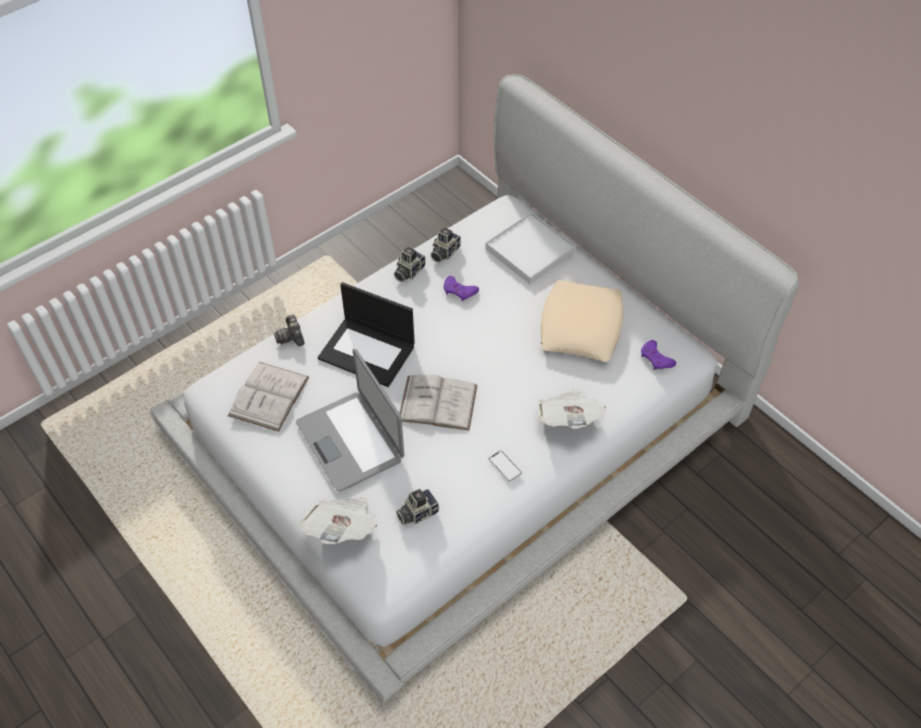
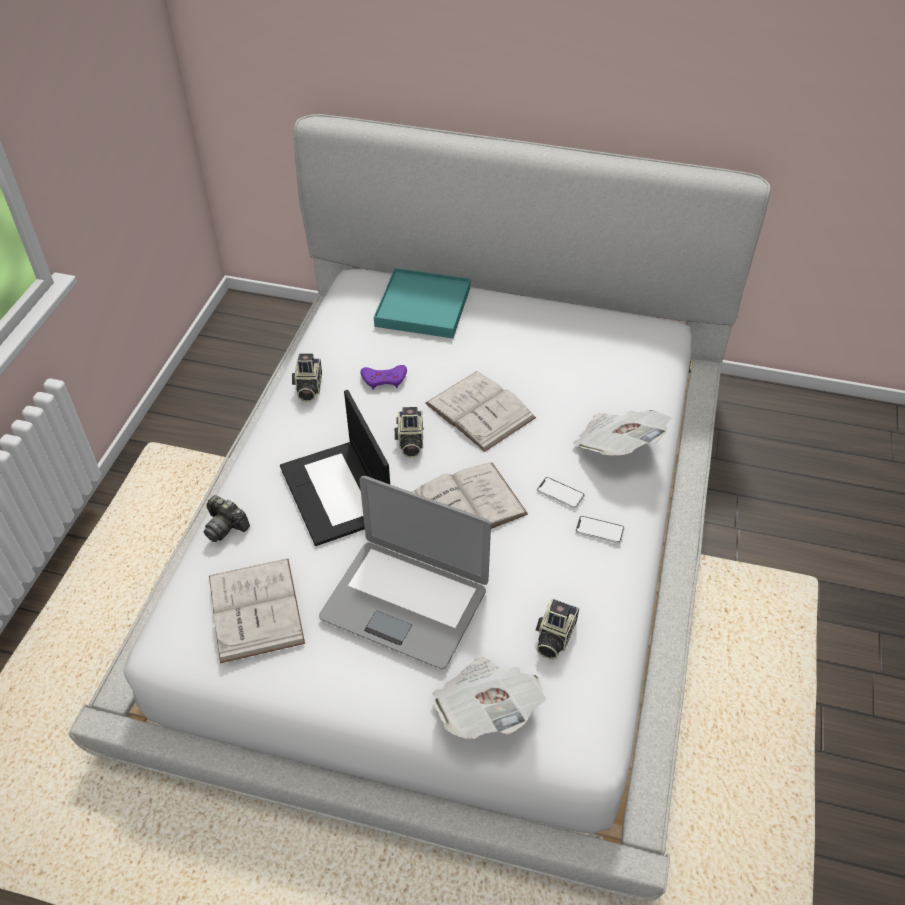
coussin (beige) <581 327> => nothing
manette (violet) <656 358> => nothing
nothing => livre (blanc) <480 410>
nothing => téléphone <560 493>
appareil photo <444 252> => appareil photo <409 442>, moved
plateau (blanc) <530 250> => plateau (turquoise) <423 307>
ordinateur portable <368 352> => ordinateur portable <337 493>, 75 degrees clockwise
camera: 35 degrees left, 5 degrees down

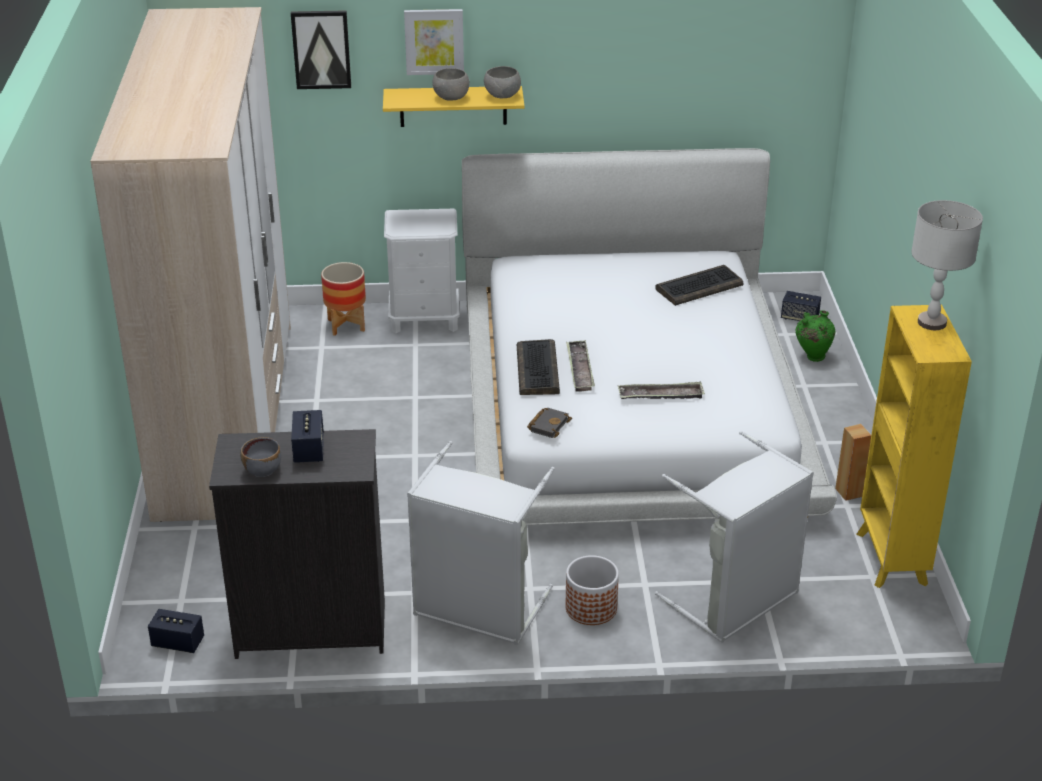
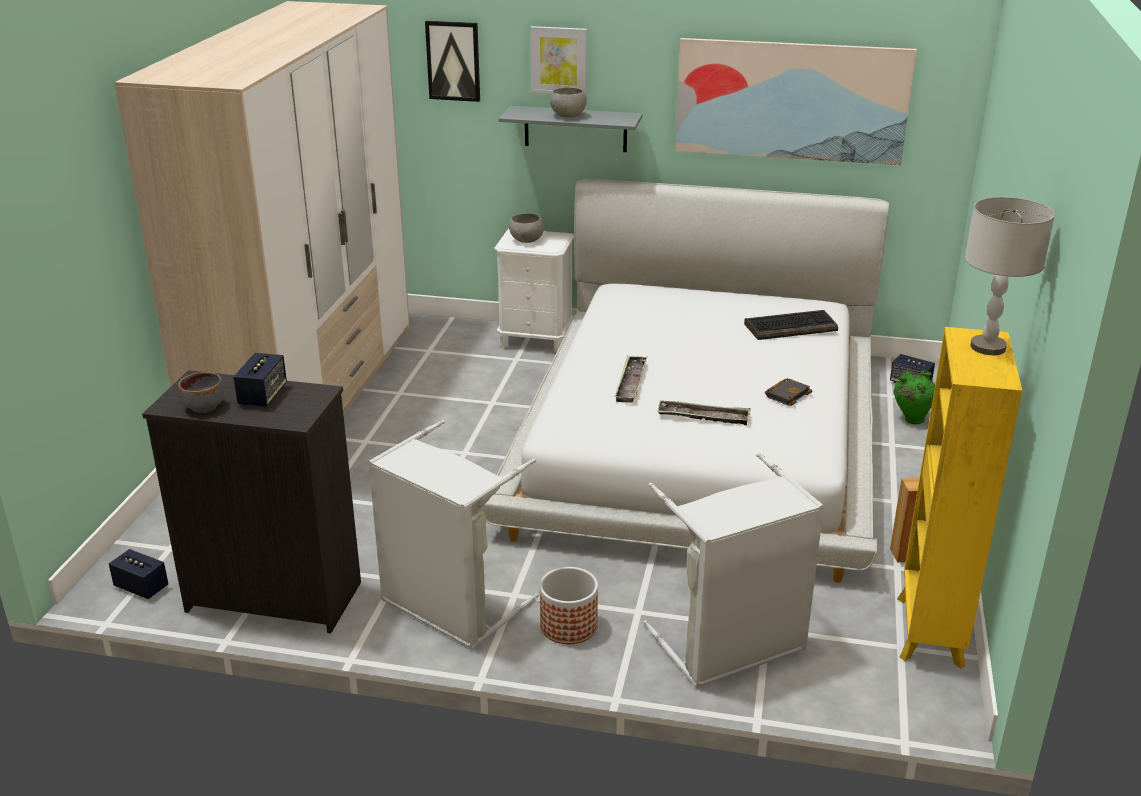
cache-pot <346 325> => nothing
clavier <538 370> => nothing
nothing => tableau <791 101>
bol (gris) <503 96> => bol (gris) <527 241>, moved
livre (noir) <548 425> => livre (noir) <787 394>, moved
étagère (jaune) <453 106> => étagère (gris) <575 129>
camera: 15 degrees right, 5 degrees down

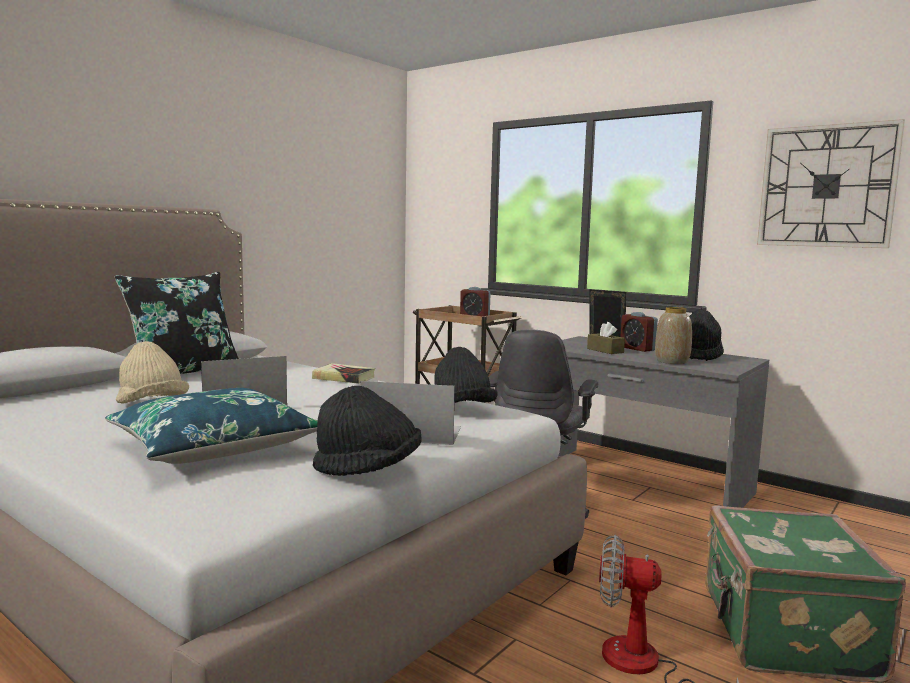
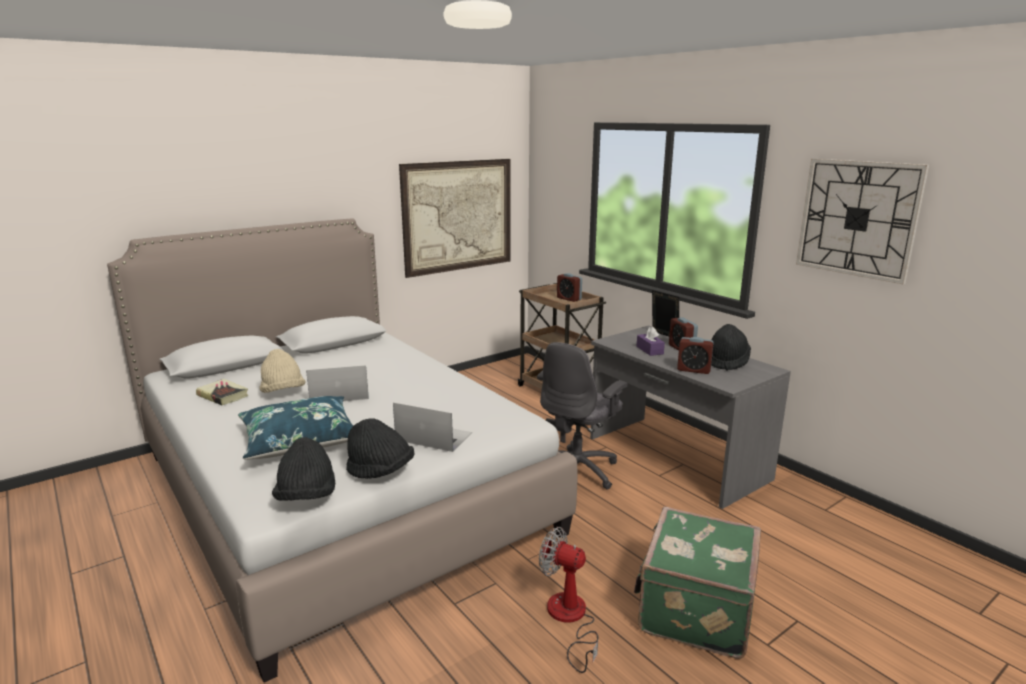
coussin (noir) <184 373> => nothing
nothing => tableau <458 216>
livre <344 378> => livre <223 395>, moved
chapeau (noir) <461 410> => chapeau (noir) <307 497>, moved
vase <672 361> => réveil <693 370>
boîte à mouchoirs (marron) <605 350> => boîte à mouchoirs (violet) <649 350>
camera: 15 degrees right, 10 degrees up

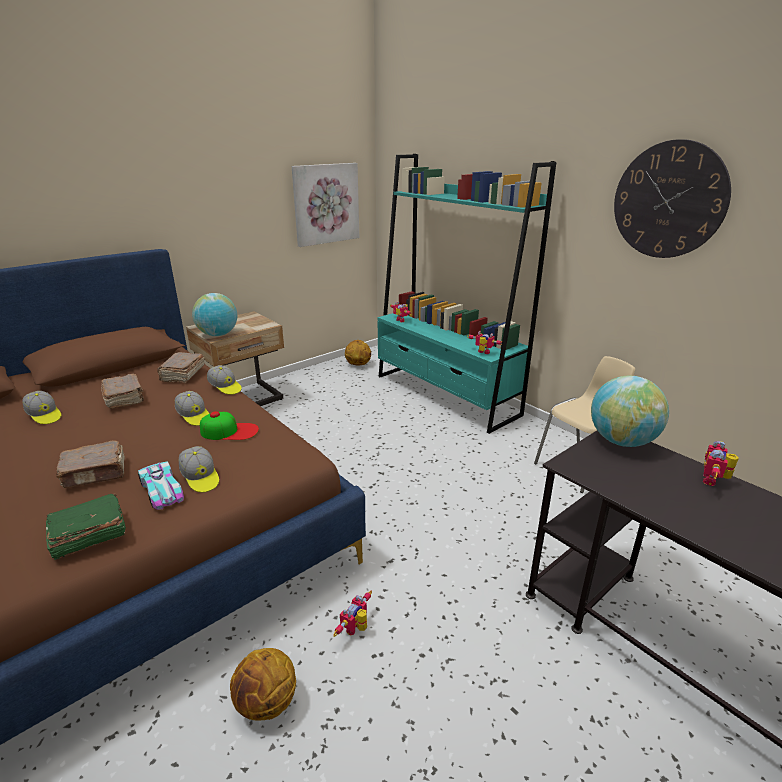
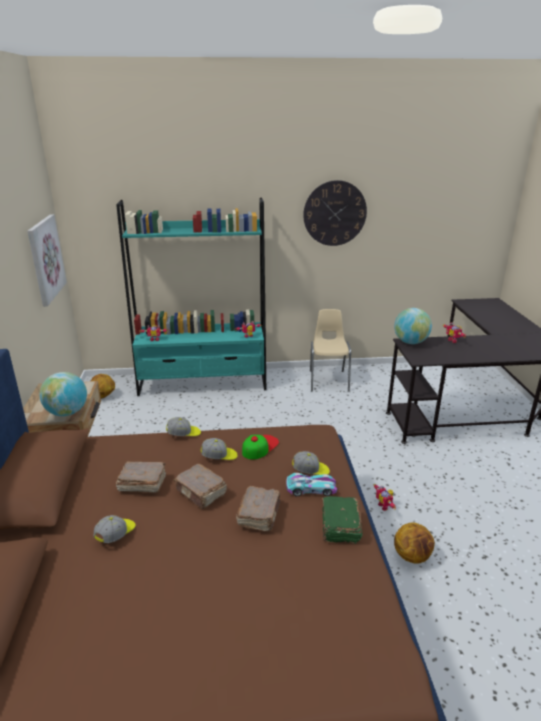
livre (marron) <182 375> => livre (marron) <201 493>, moved
casquette <44 415> => casquette <116 534>, 45 degrees counterclockwise
camera: 55 degrees left, 0 degrees up

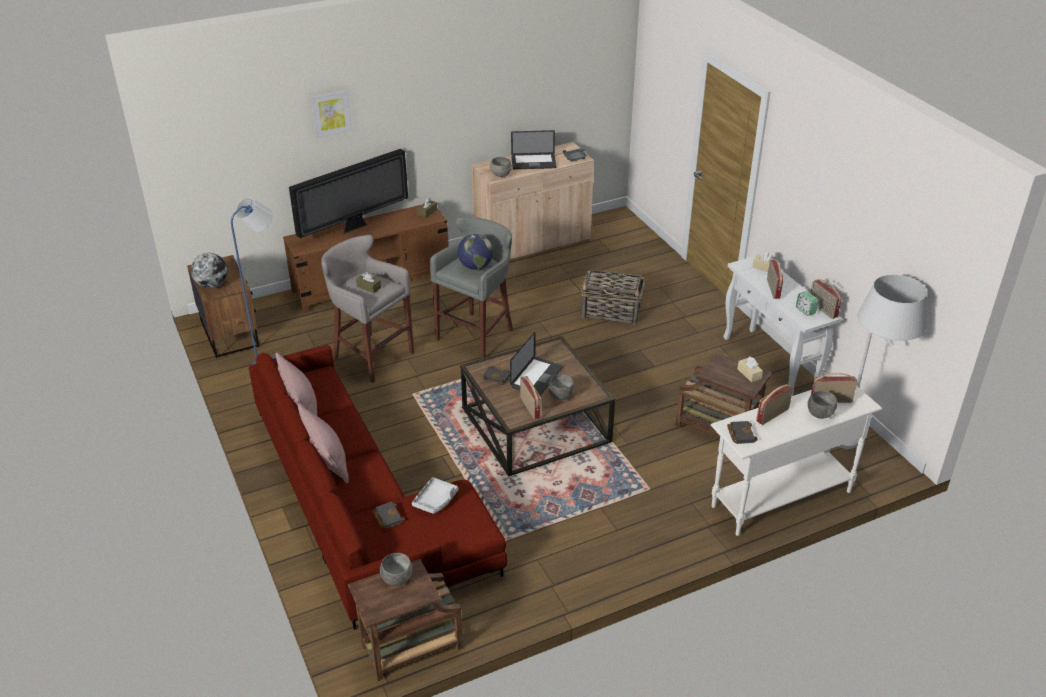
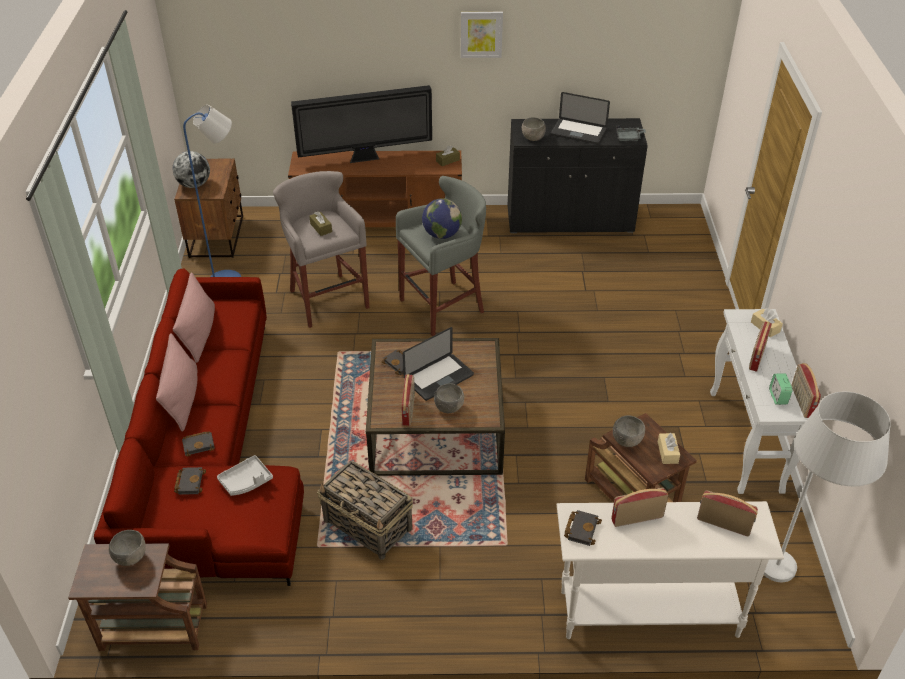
nothing => livre (noir) <199 444>
tableau <331 113> => tableau <481 34>, moved
panier <612 312> => panier <368 525>, moved
bol (gris) <820 414> => bol (gris) <627 441>, moved
meuble de rangement (beige) <532 242> => meuble de rangement (noir) <569 220>
camera: 25 degrees right, 5 degrees up

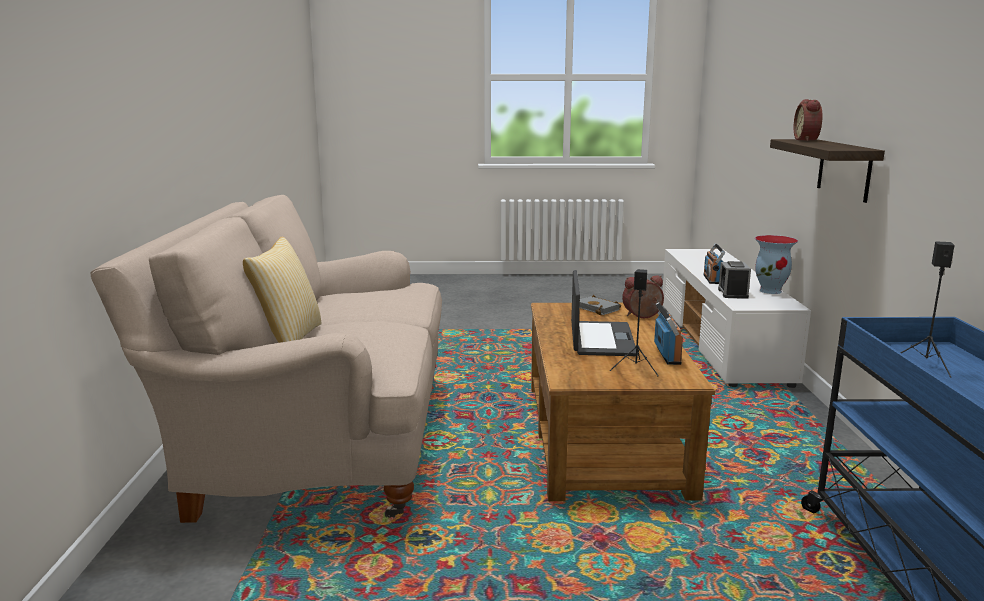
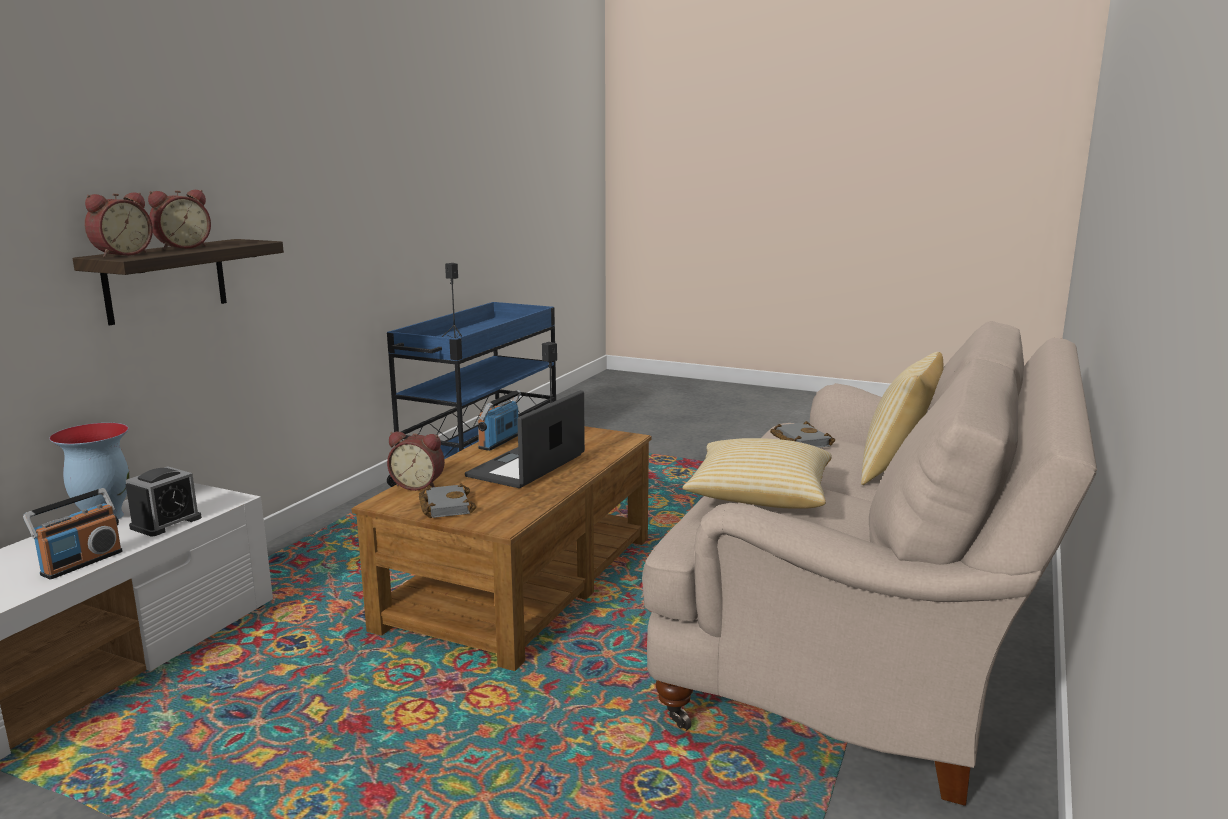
nothing => réveil <182 247>
nothing => coussin <759 497>
nothing => livre (gris) <798 441>
camera: 155 degrees left, 0 degrees up

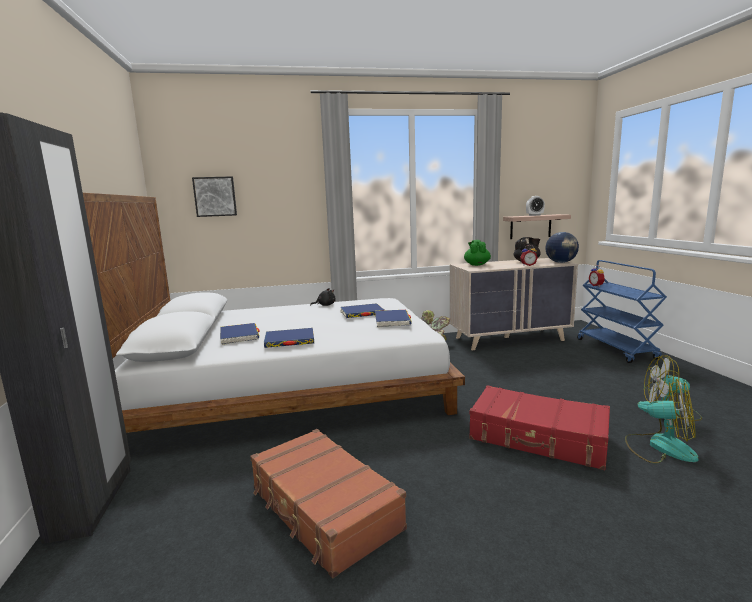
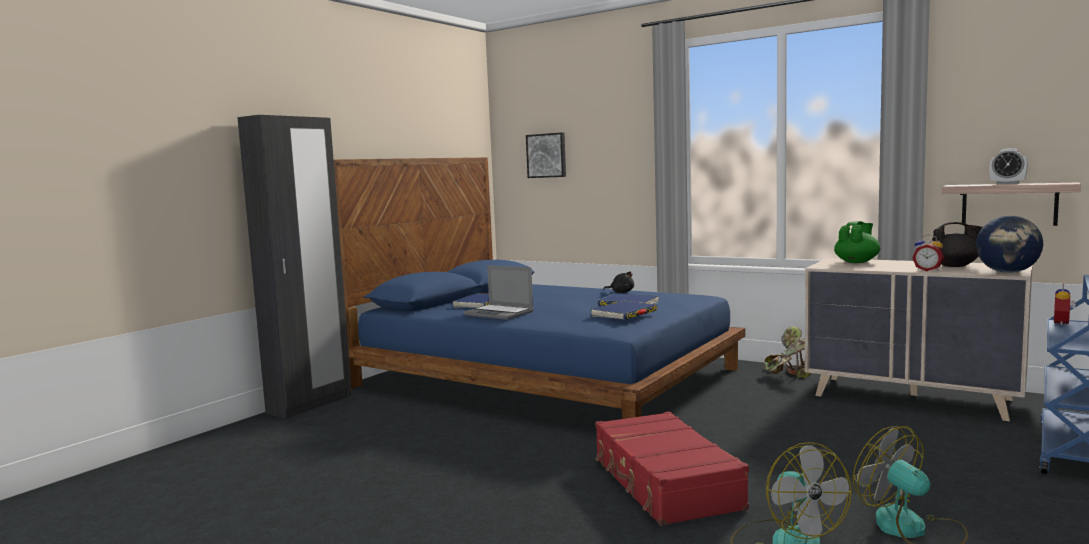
valise (marron) <323 509> => nothing
livre (bleu) <289 341> => ordinateur portable <500 313>
lit (blanc) <294 386> => lit (bleu) <546 377>
camera: 45 degrees right, 5 degrees down

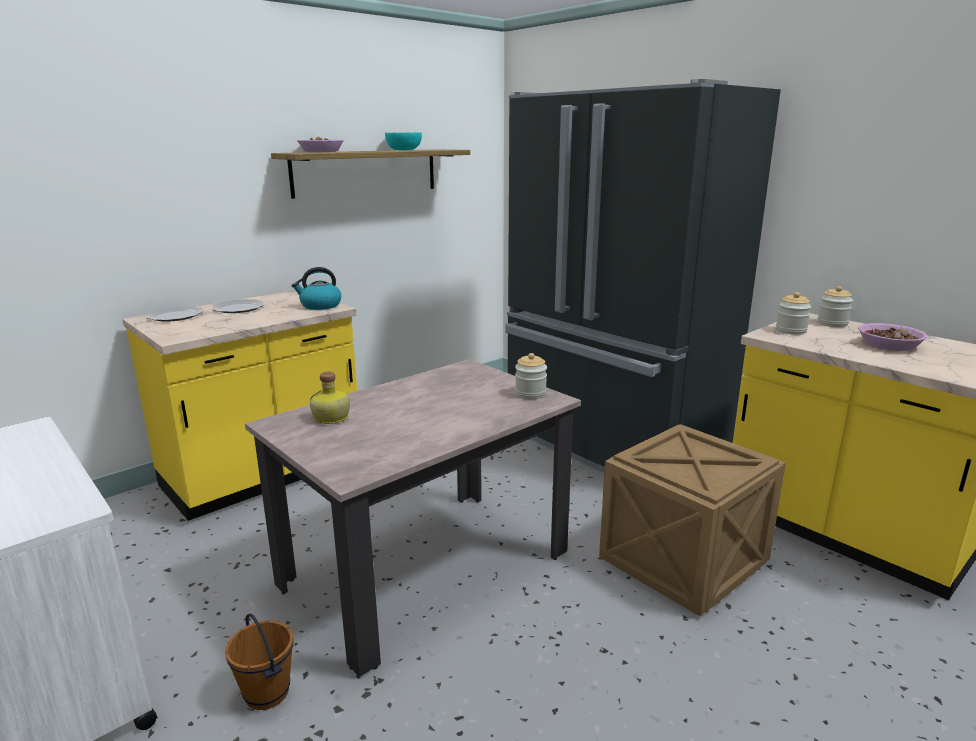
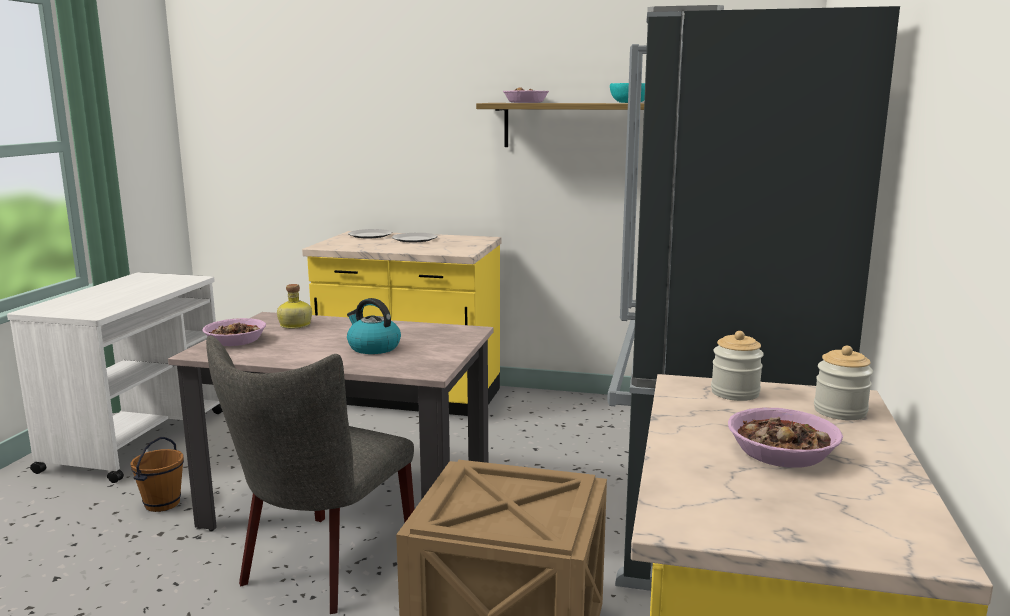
bocal <530 393> => nothing
nothing => bol <236 341>
nothing => chaise (gris) <322 568>
bouilloire <320 306> => bouilloire <373 347>, moved
camera: 55 degrees right, 5 degrees down

